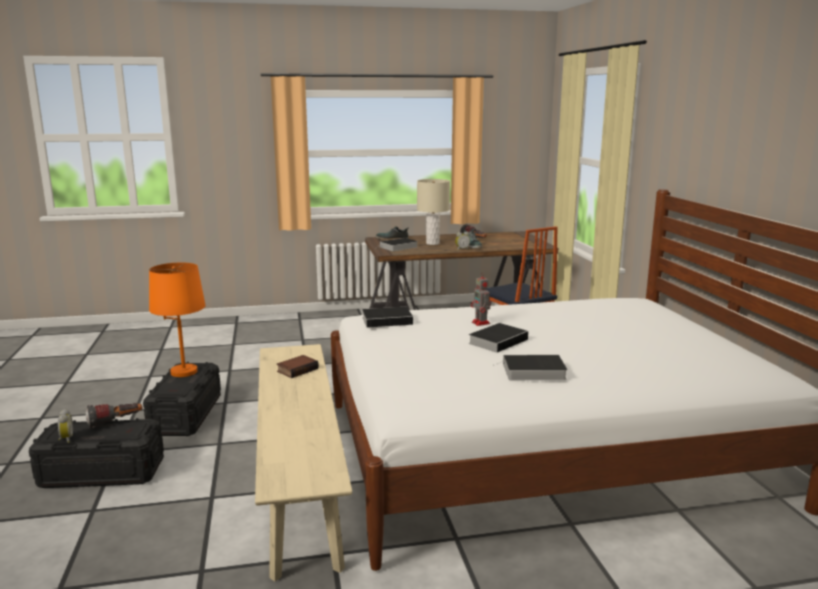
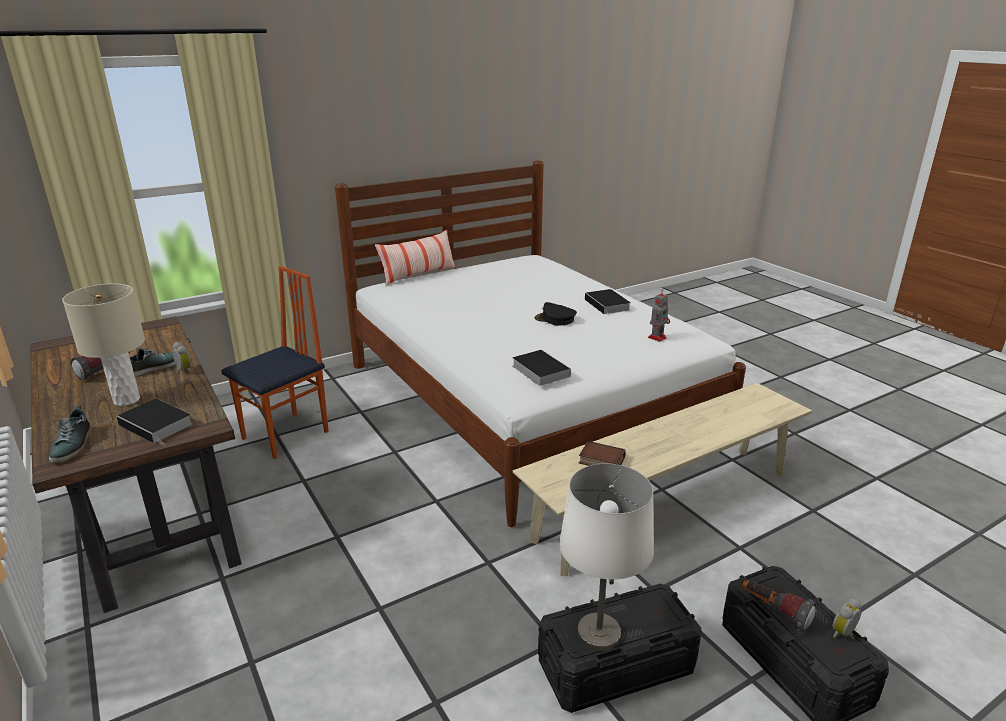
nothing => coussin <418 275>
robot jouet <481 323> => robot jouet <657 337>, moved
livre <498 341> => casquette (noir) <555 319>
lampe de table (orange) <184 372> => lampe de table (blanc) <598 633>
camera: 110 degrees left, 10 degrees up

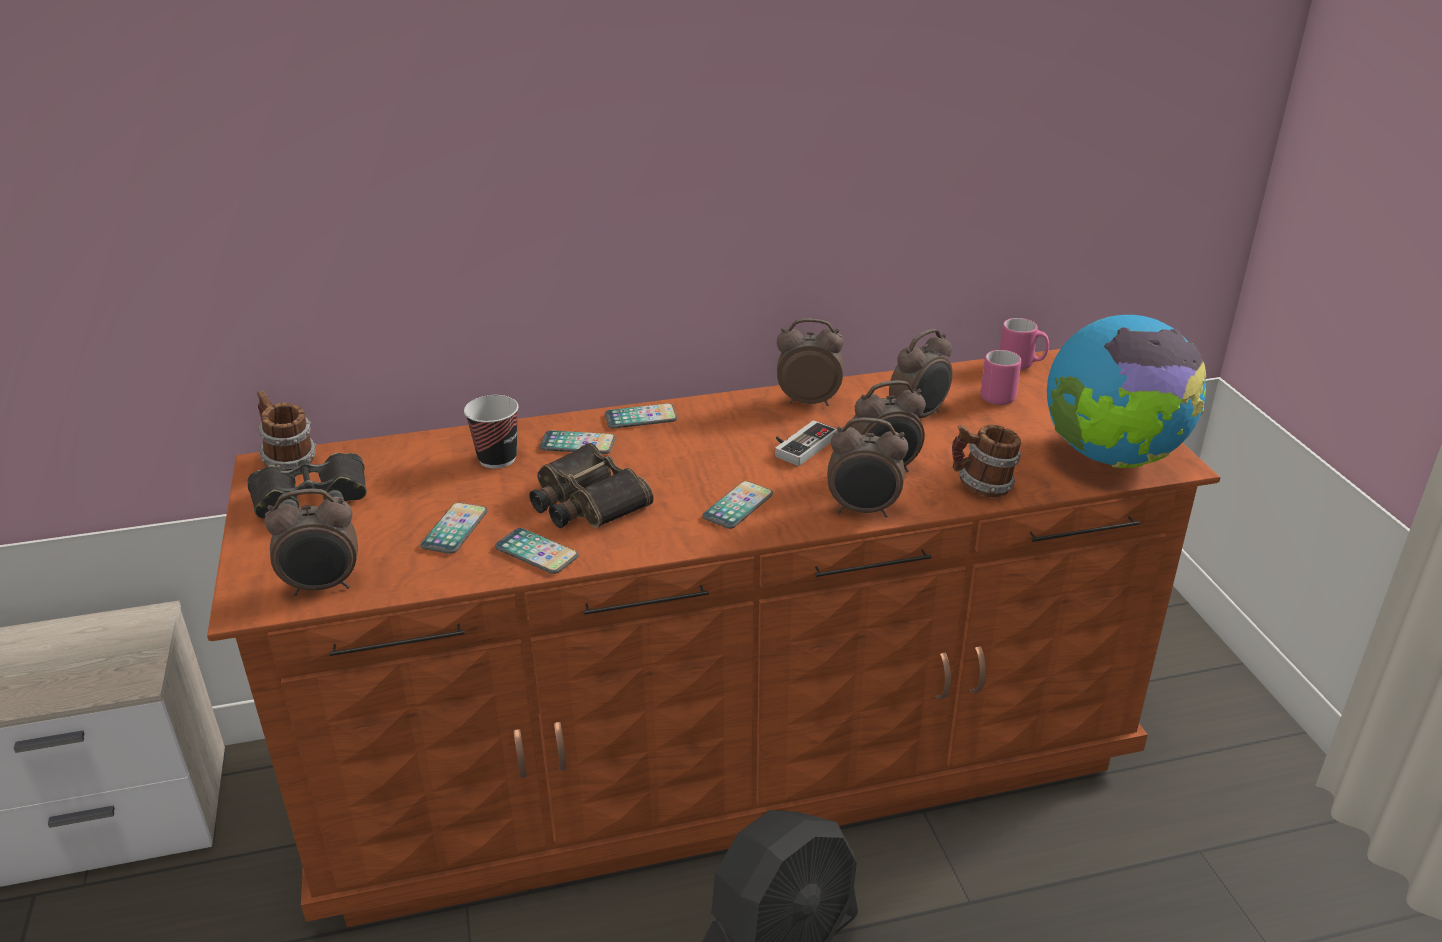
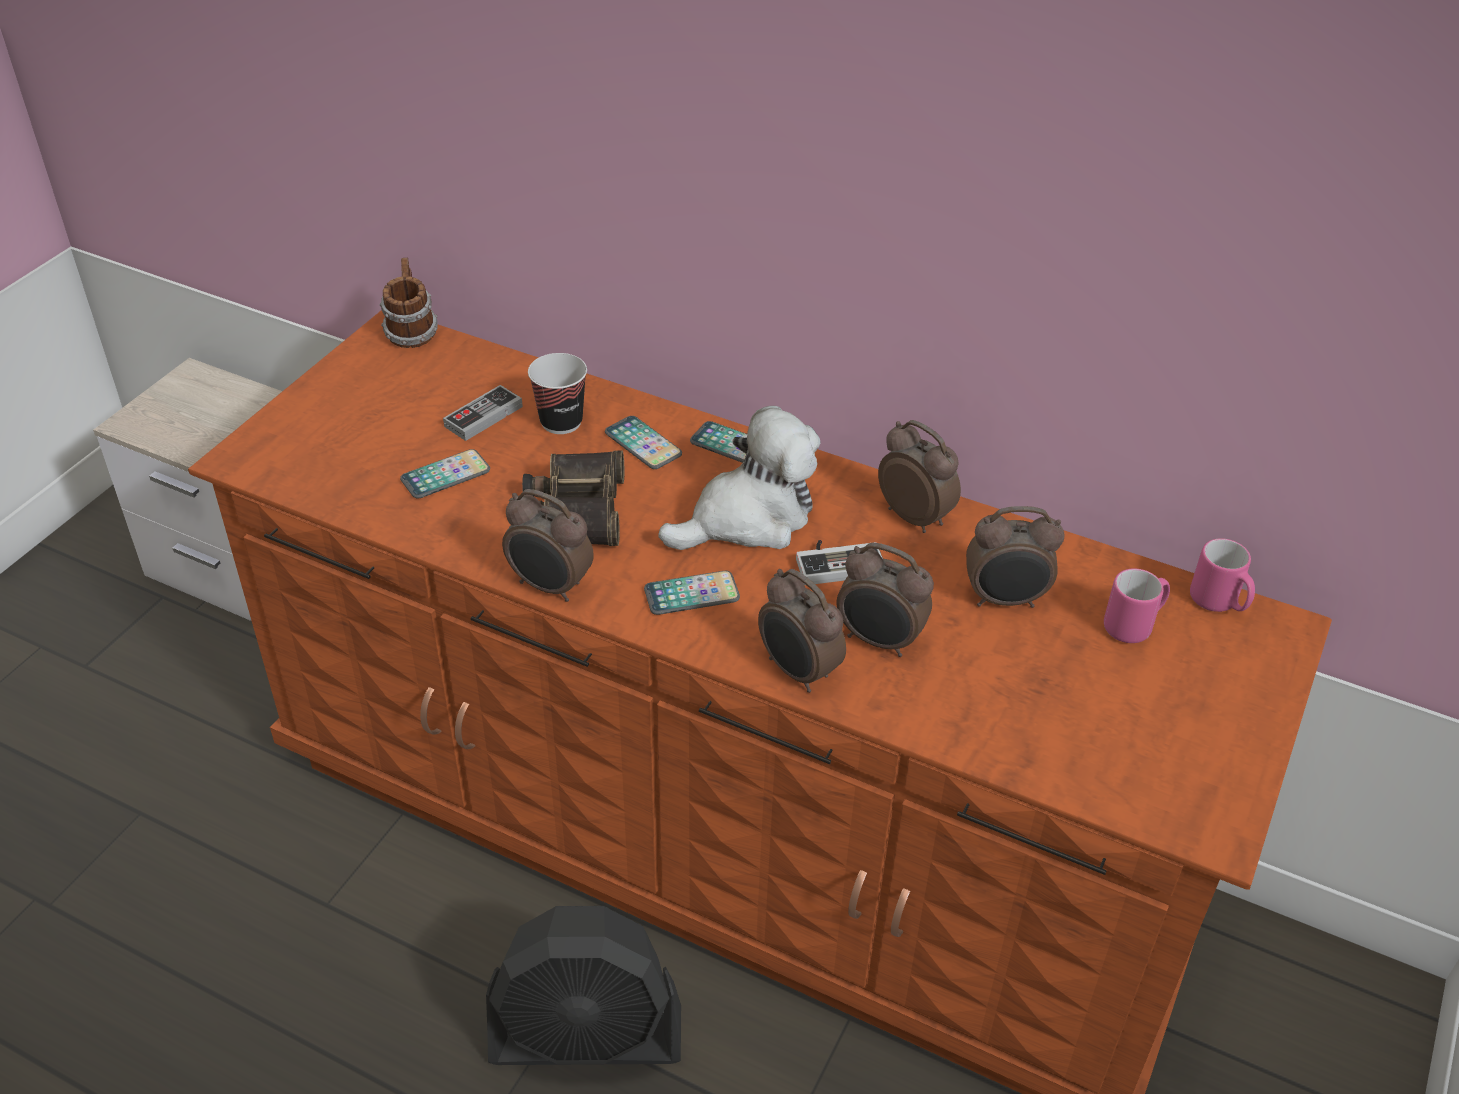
jumelles (noir) <311 501> => nothing
téléphone <536 552> => nothing
mug <982 487> => nothing
globe <1111 456> => nothing
nothing => manette <483 416>
nothing => peluche <748 519>
réveil <323 586> => réveil <550 587>, moved
camera: 40 degrees right, 10 degrees up

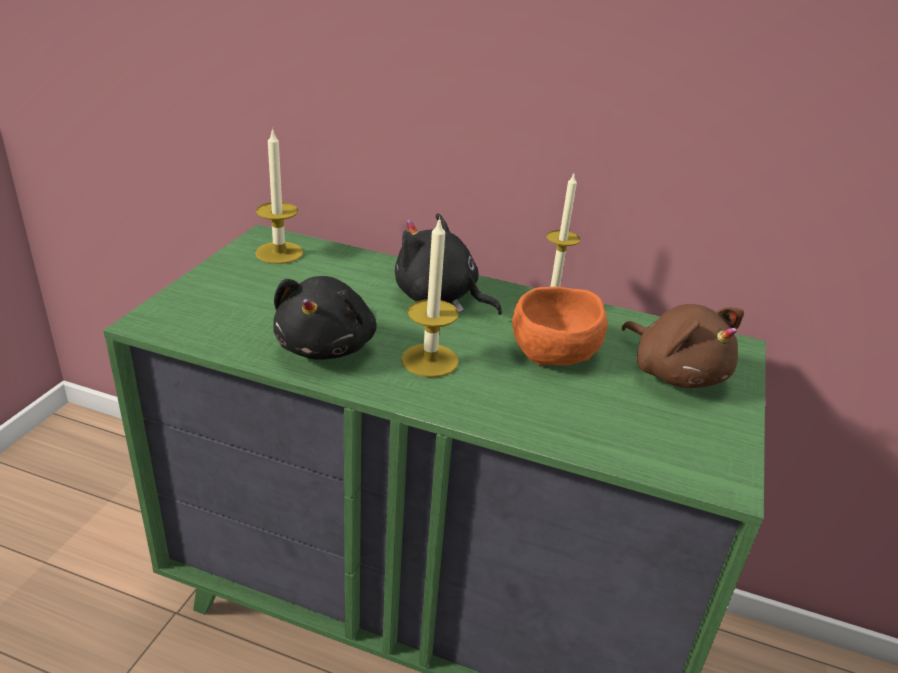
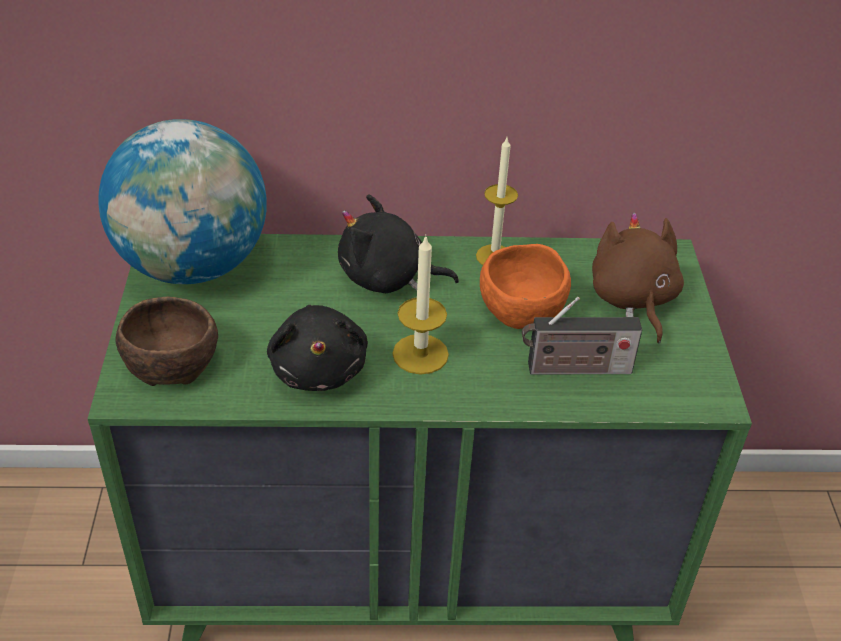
nothing => bol (marron) <170 361>
nothing => radio <574 369>
bougie <279 253> => globe <193 265>
peluche (marron) <676 372> => peluche (marron) <633 300>, 135 degrees counterclockwise
camera: 20 degrees left, 10 degrees up

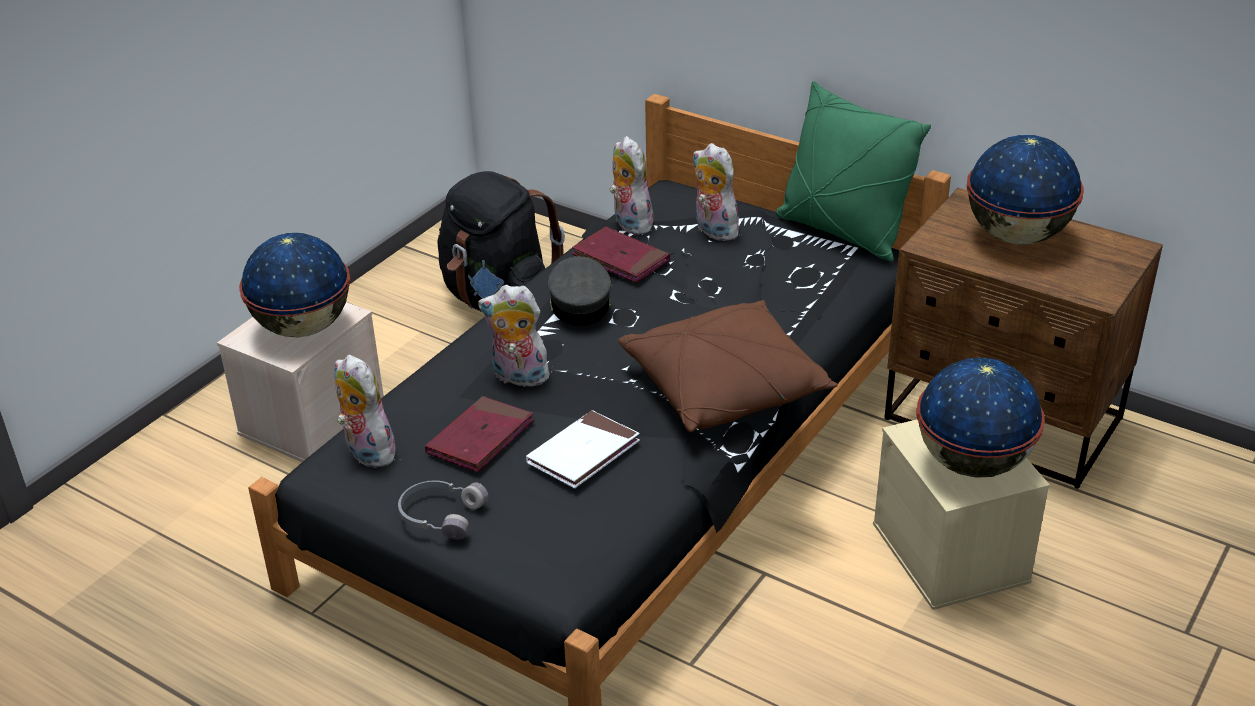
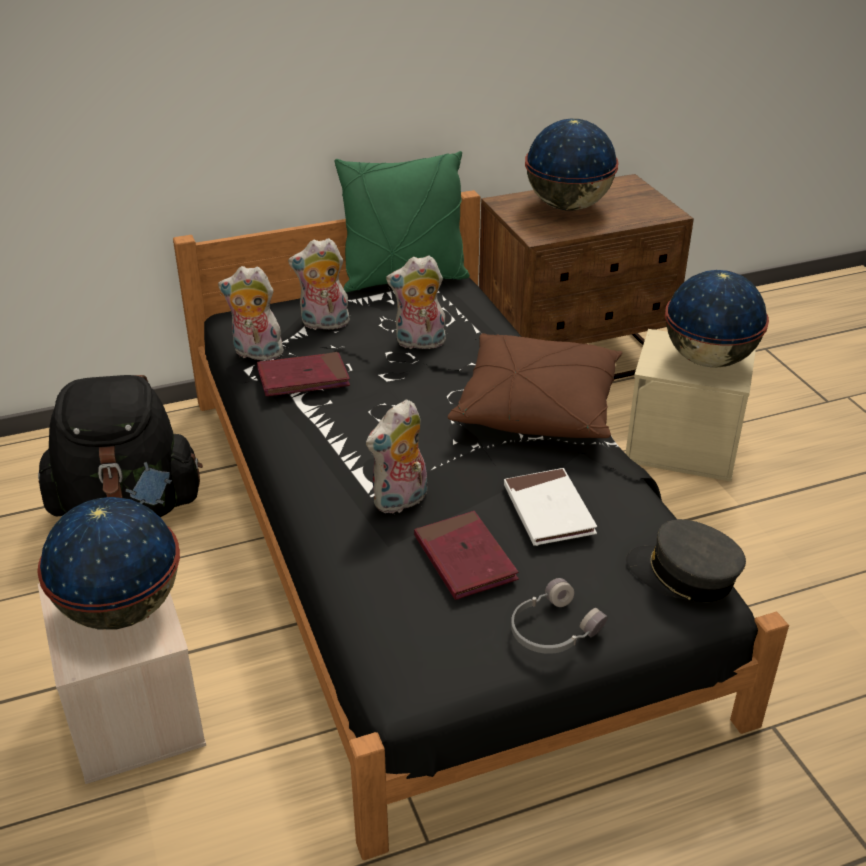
peluche <366 452> => peluche <419 343>, moved
casquette (gris) <579 304> => casquette (gris) <683 575>, moved
camera: 55 degrees left, 0 degrees up

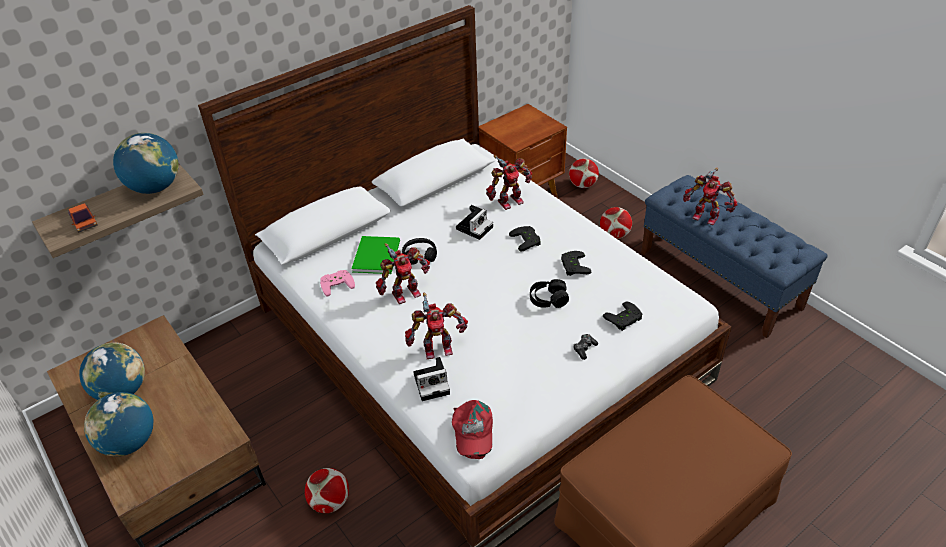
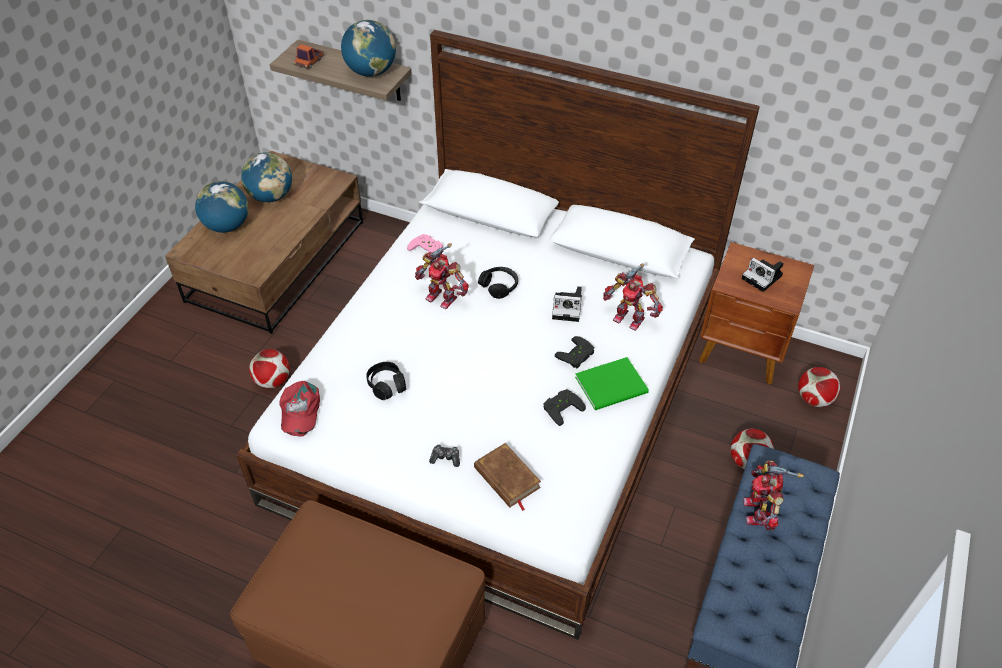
robot jouet <437 347> => nothing
livre (vert) <378 255> => livre (vert) <613 386>, moved
appareil photo <433 383> => appareil photo <763 278>, moved
casque audio (noir) <548 299> => casque audio (noir) <386 385>, moved
manette (noir) <624 319> => livre (marron) <506 478>
casquette (rouge) <472 431> => casquette (rouge) <299 411>, 60 degrees counterclockwise
camera: 60 degrees right, 5 degrees up

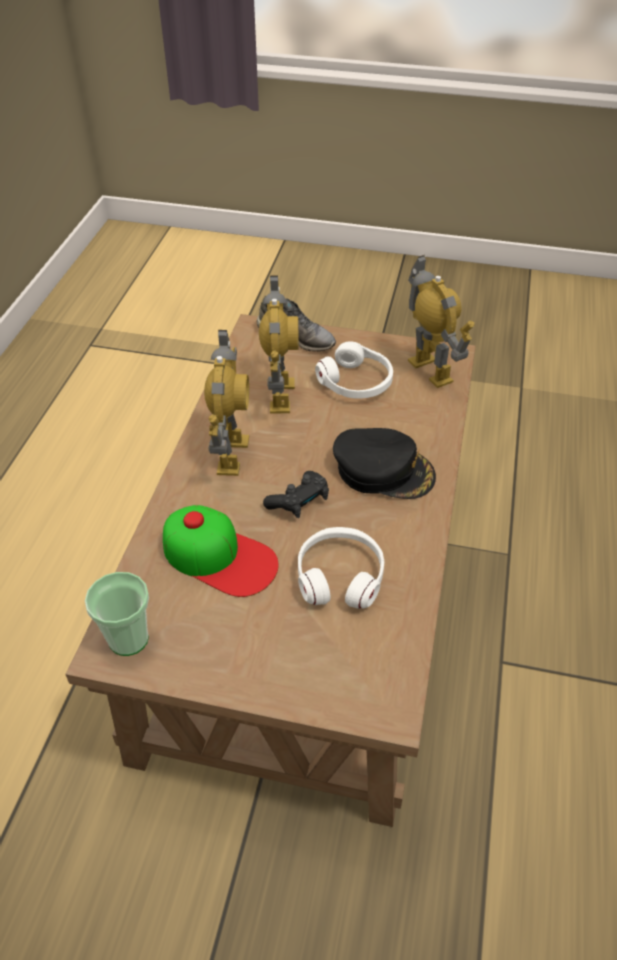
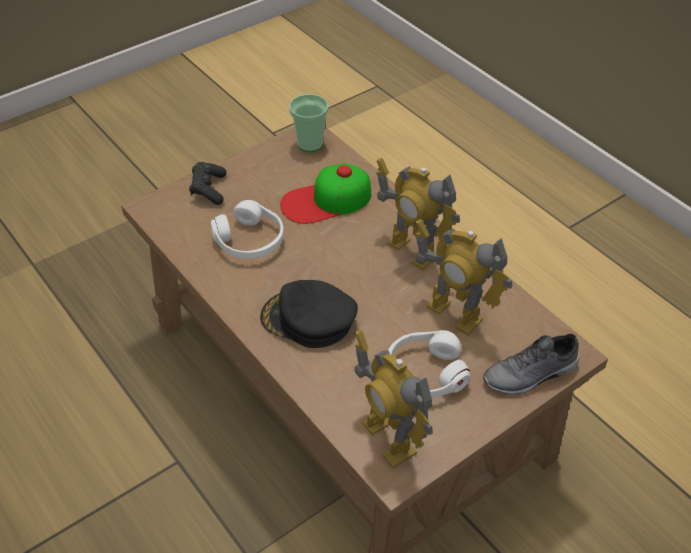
manette (noir) <299 502> => manette (noir) <208 189>, moved
casquette (noir) <383 470> => casquette (noir) <308 320>, 45 degrees clockwise
robot jouet <430 370> => robot jouet <388 439>, 45 degrees clockwise
camera: 130 degrees right, 0 degrees up

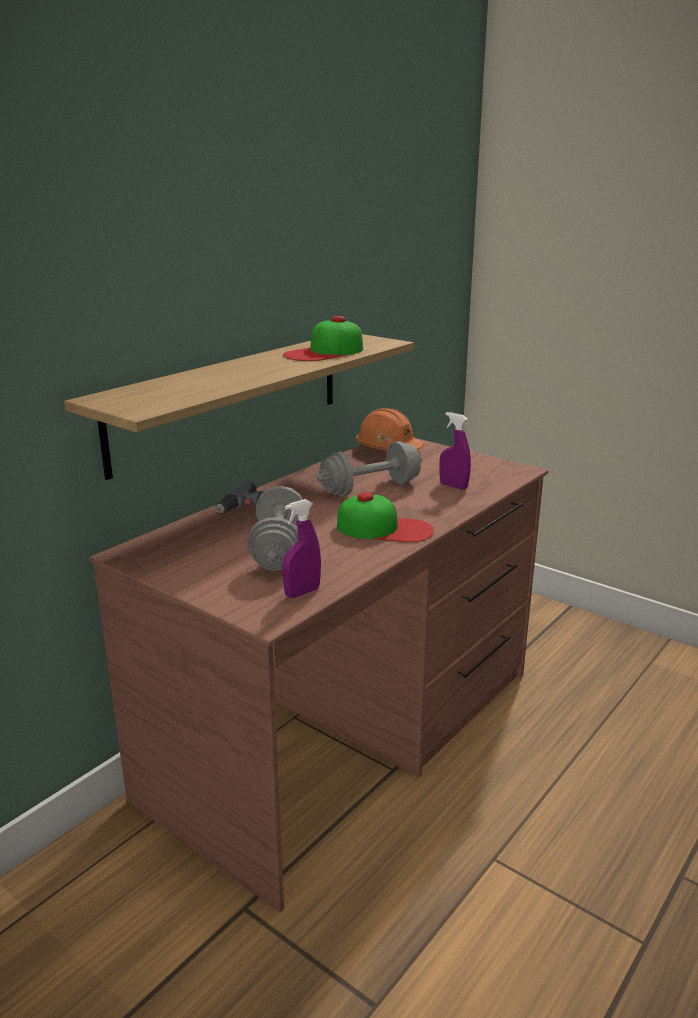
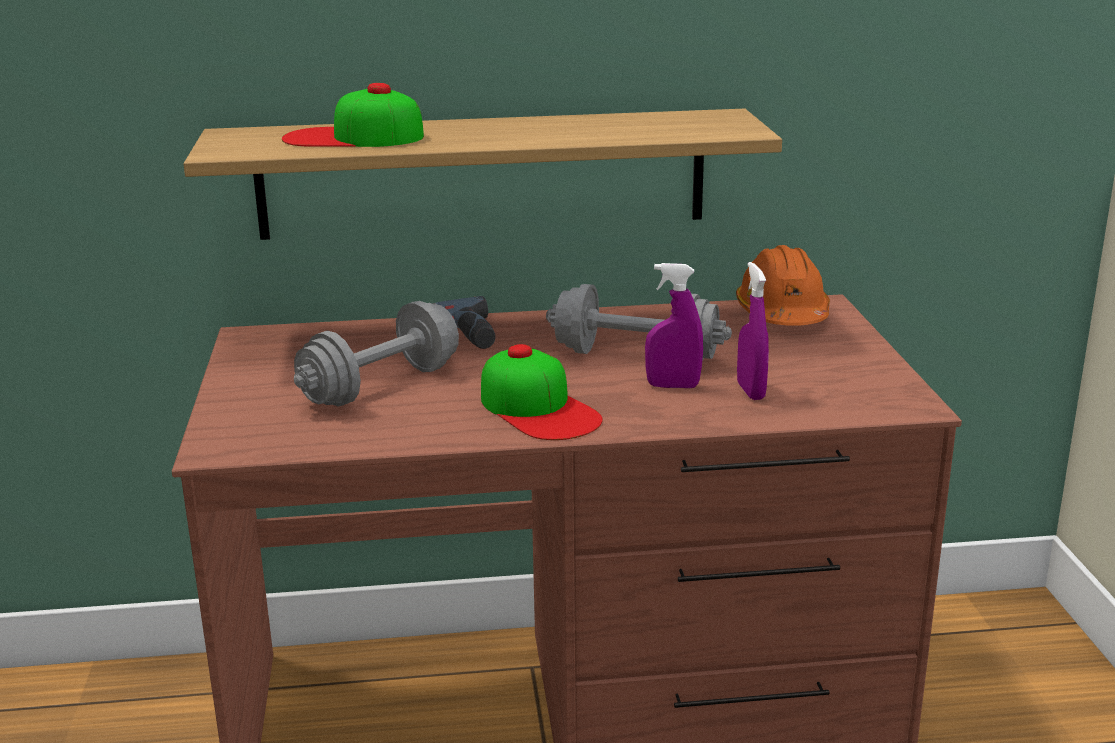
vaporisateur (violet) <302 593> => vaporisateur (violet) <673 386>, moved
casquette <324 352> => casquette <353 137>, moved
camera: 45 degrees right, 0 degrees up

